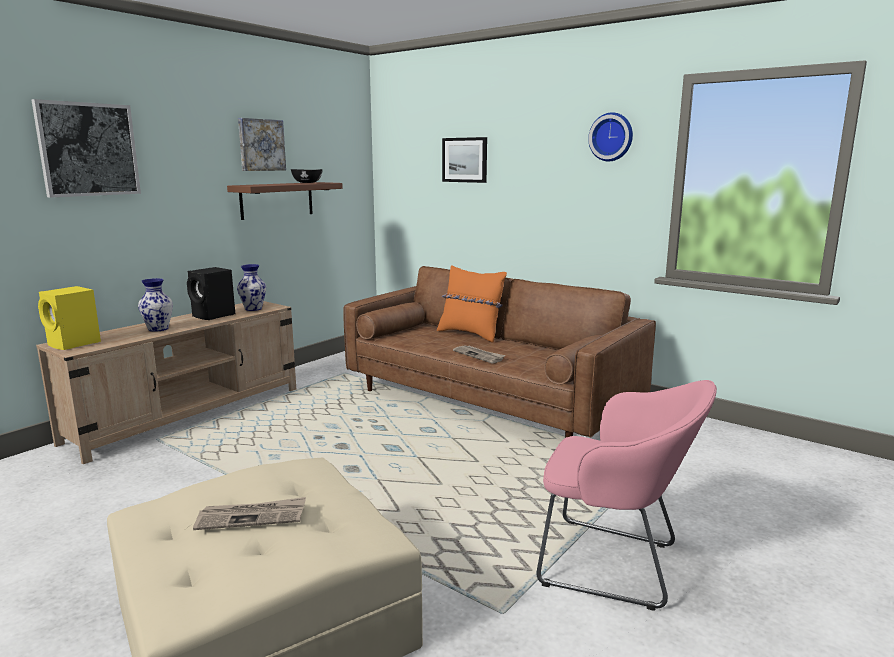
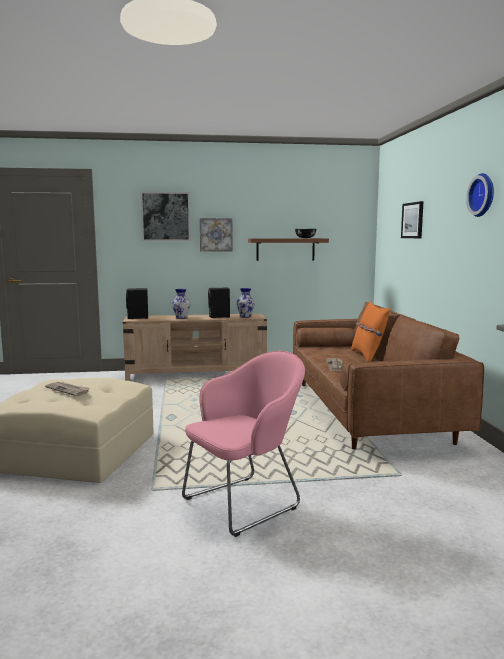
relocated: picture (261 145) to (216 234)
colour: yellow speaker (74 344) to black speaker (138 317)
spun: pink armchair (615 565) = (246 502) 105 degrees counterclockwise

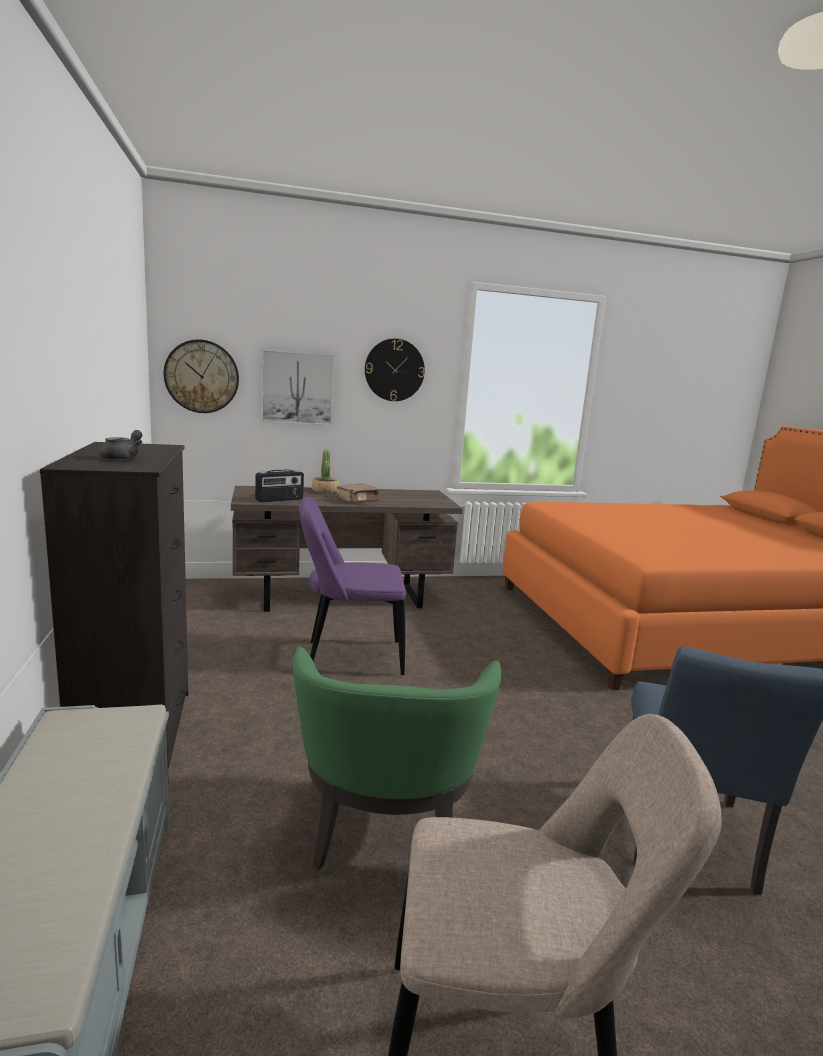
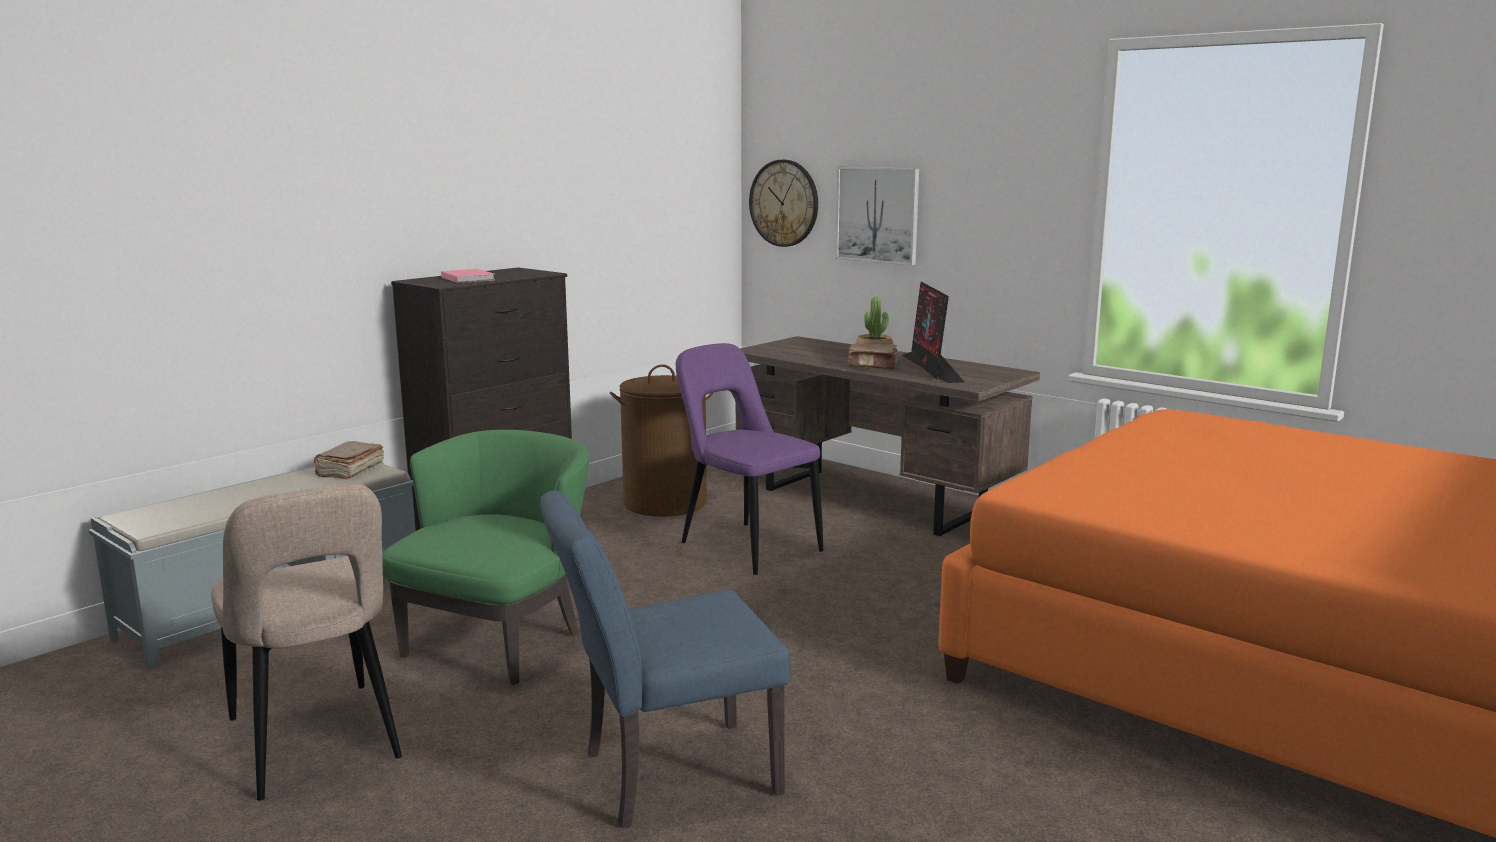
missing: radio (279 500); wall clock (394 370)
appeared: brown book (349 471); brown laundry basket (665 503); monitor (931 368)
exchanged: grey teapot (123 458) to pink book (468 278)
spun: green armchair (385 831) = (498 643) 150 degrees clockwise

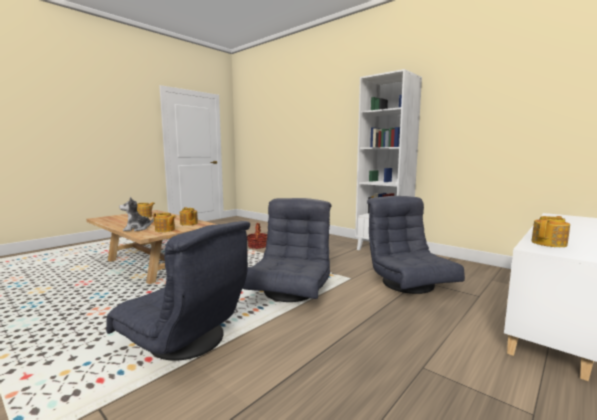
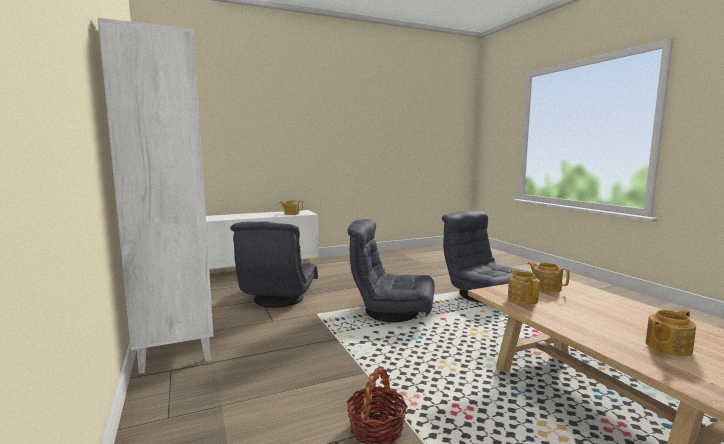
missing: plush toy (137 229)
spun: grey armchair (291 292) = (392 312) 60 degrees clockwise

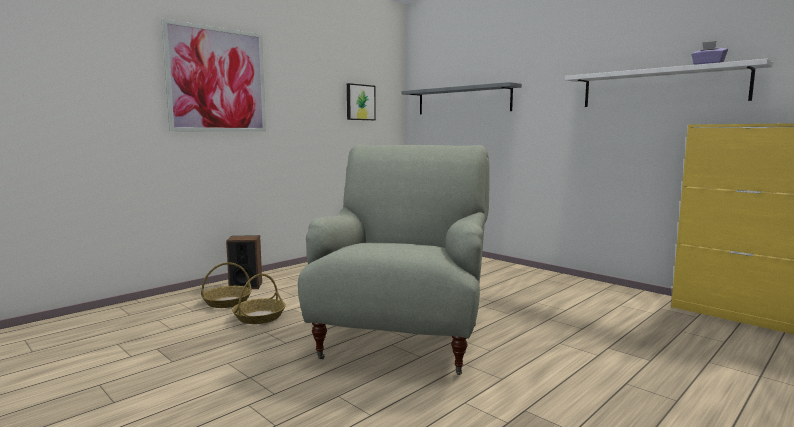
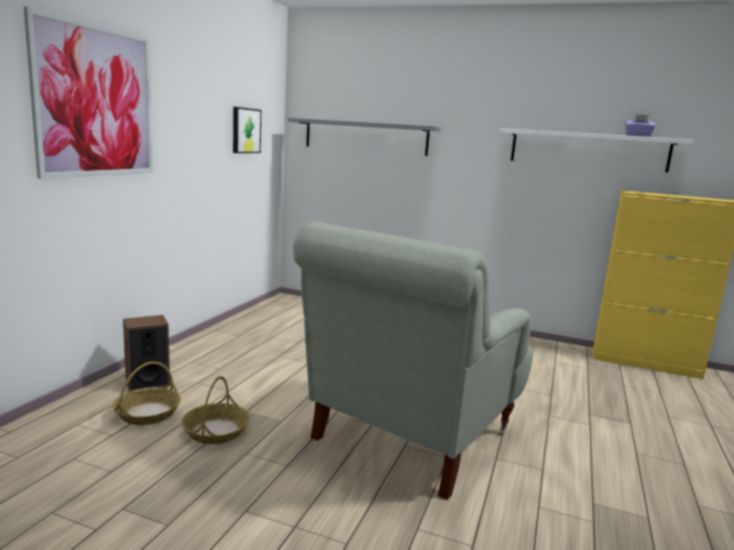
spun: grey armchair (403 339) = (410 436) 135 degrees counterclockwise

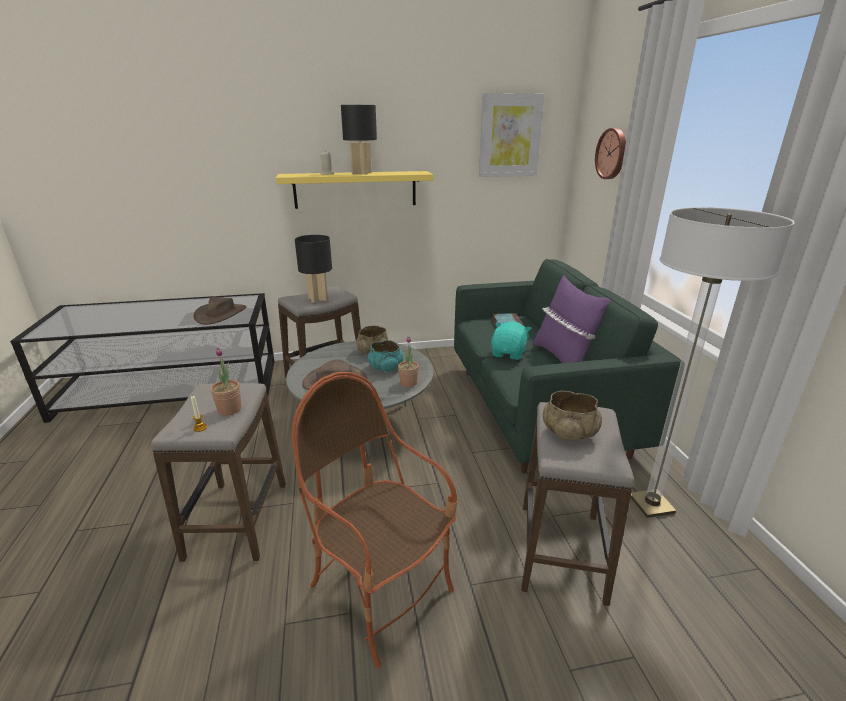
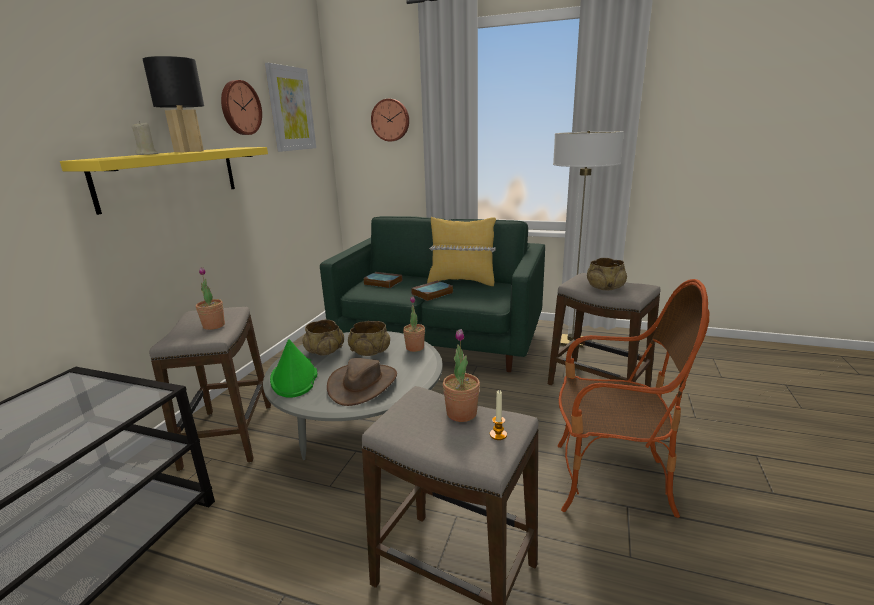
missing: brown hat (221 314)
appeared: wall clock (240 108); green hat (294 378)
exchanged: black table lamp (318 299) to potted plant (214 326); turquoise plush toy (509 353) to book (432 294)
colour: turquoise bowl (385 368) to beige bowl (370 352); purple pillow (562 358) to yellow pillow (462 281)
spun: armchair (381 592) = (609 481) 150 degrees counterclockwise

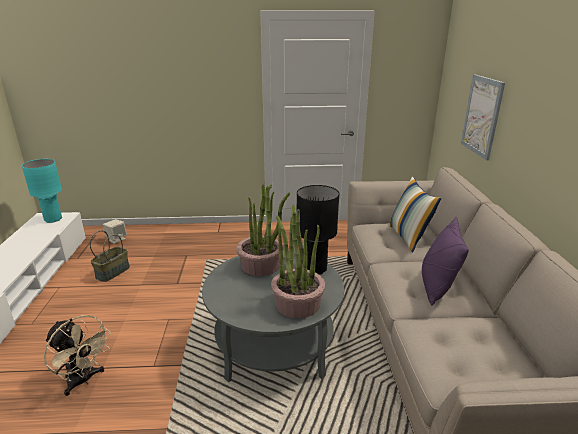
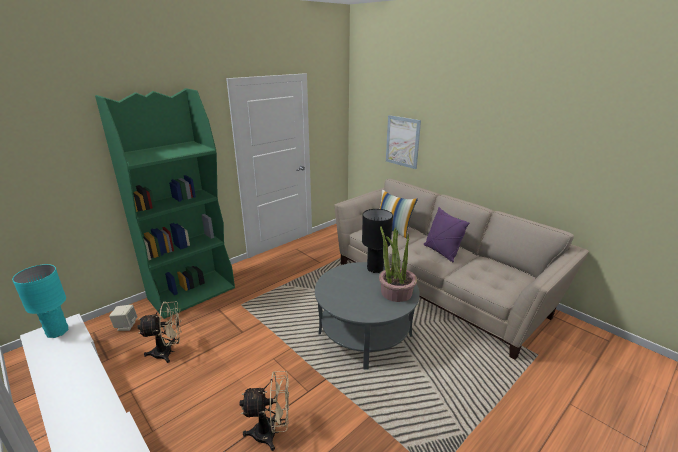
missing: potted plant (261 265)
appeared: green bookcase (192 293)
exchanged: basket (112 272) to beige fan (168 352)

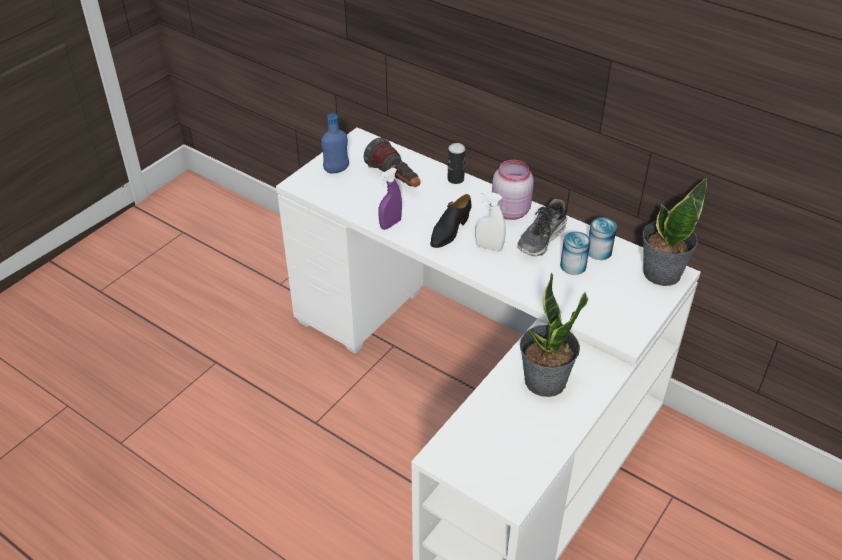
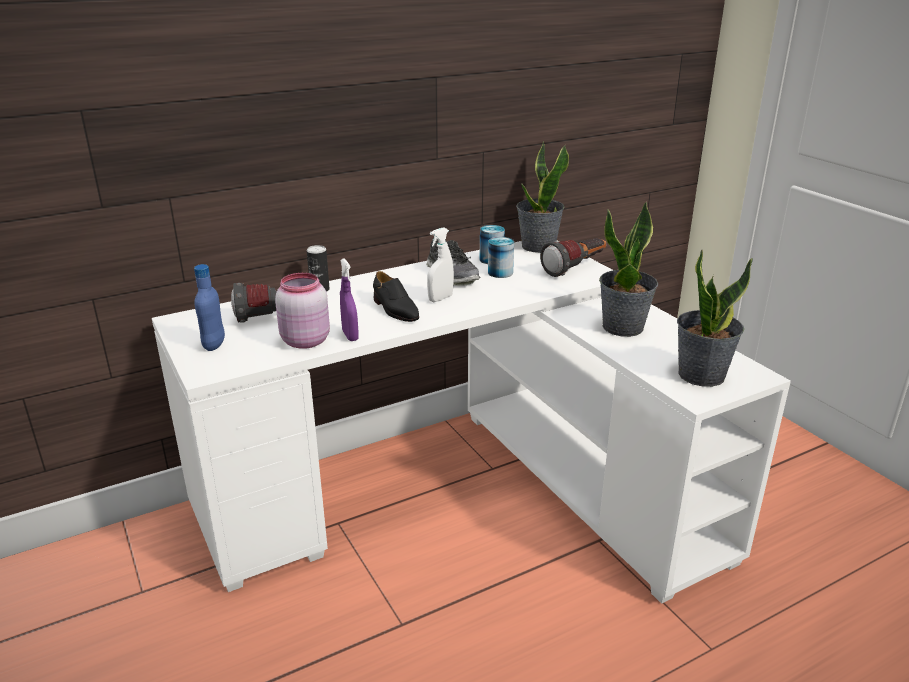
appeared: flashlight (576 268); potted plant (701 374)
relocated: pink jar (510 210) to (304 341)

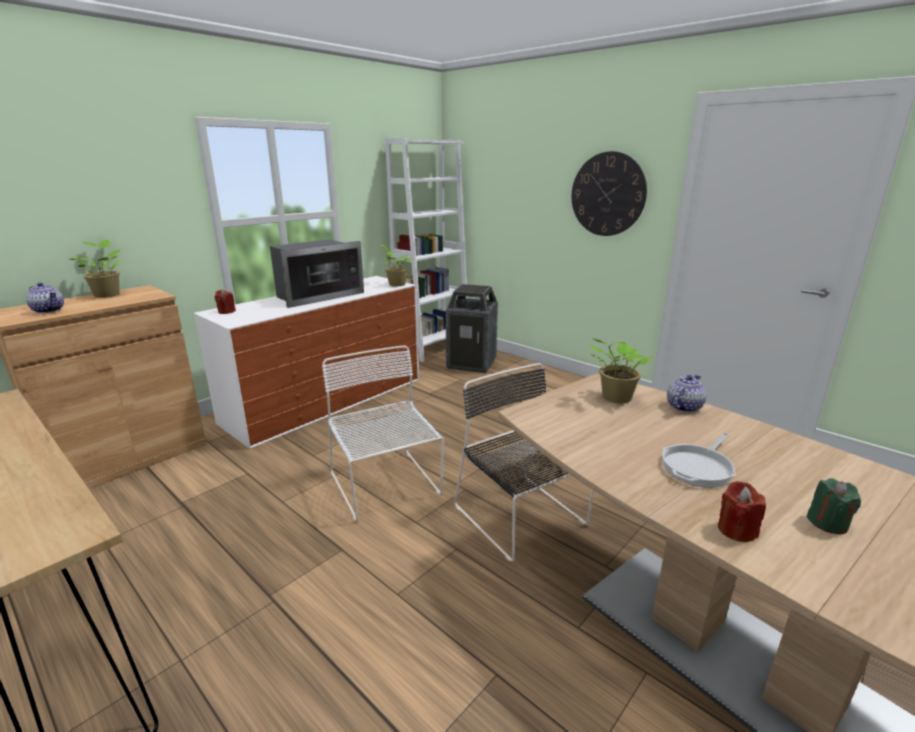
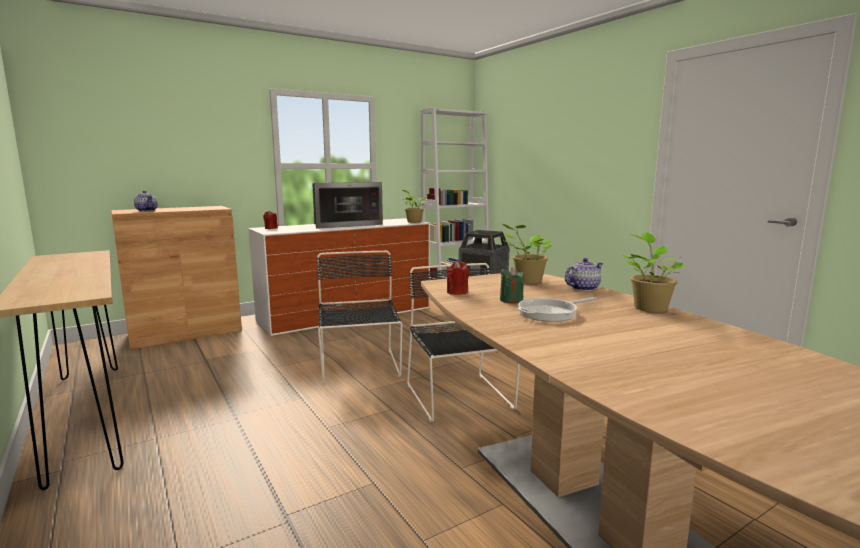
missing: wall clock (607 194)
relocated: potted plant (107 294) to (649 307); red candle (736 530) to (457 292); green candle (827 523) to (511 300)
colour: white chair (386 486) to black chair (359 367)

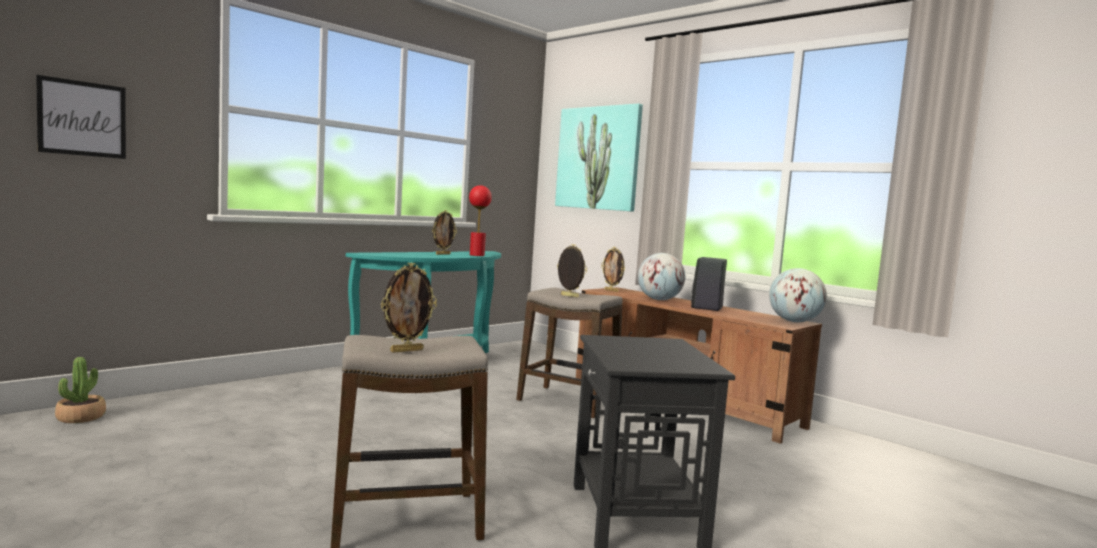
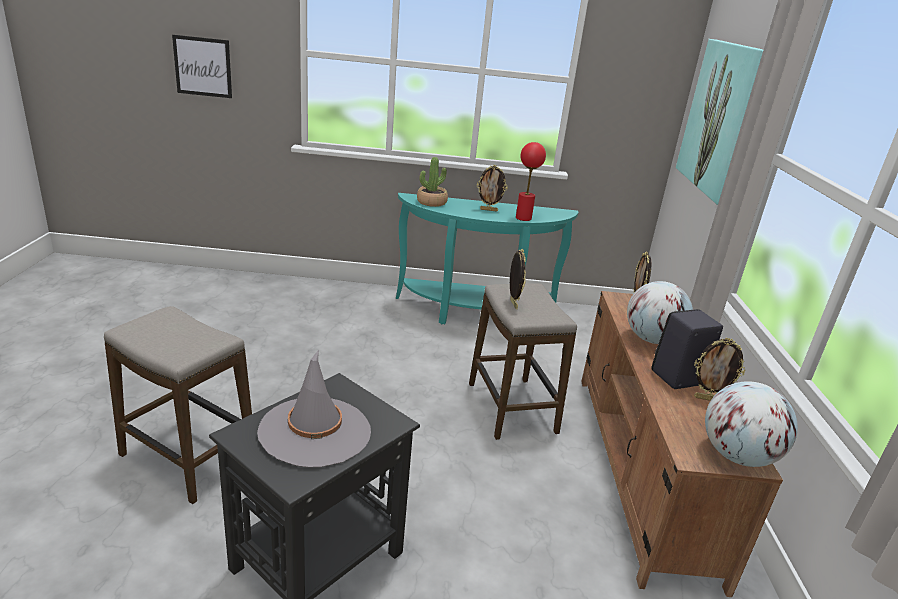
appeared: grey hat (315 431)
relocated: potted plant (81 417) to (431 202); picture frame (406 350) to (708 399)

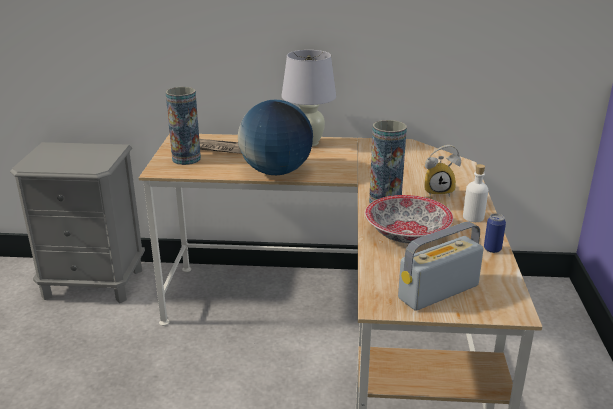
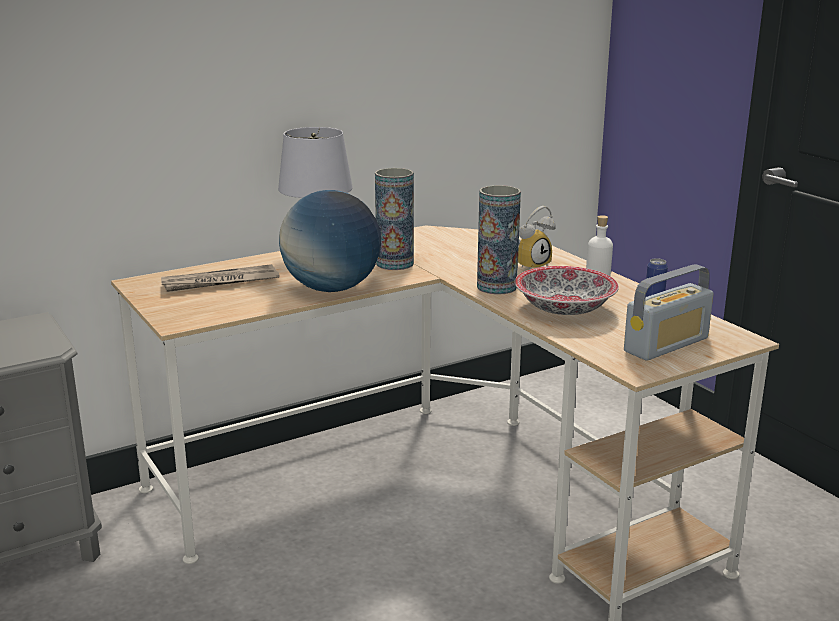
relocated: vase (186 159) to (394 264)
spun: radio (438 292) = (666 345) 150 degrees counterclockwise

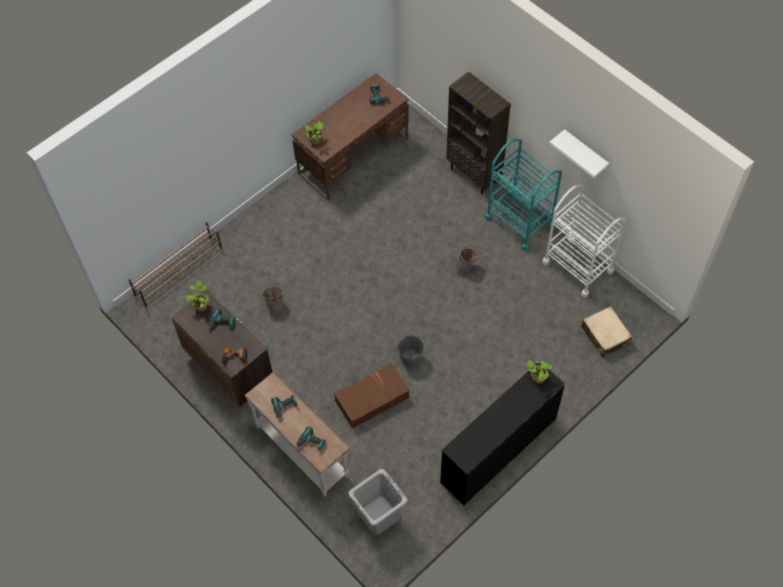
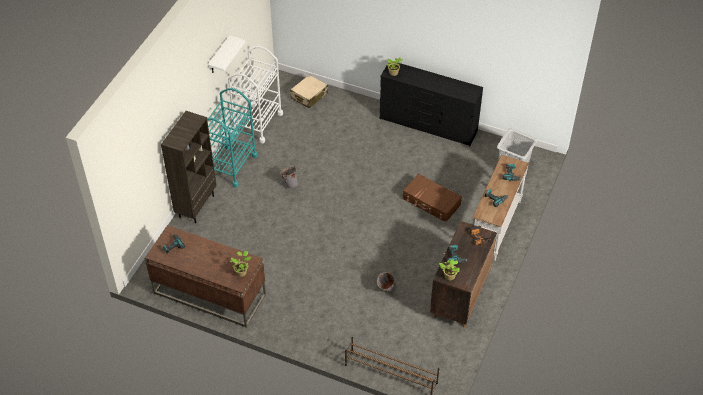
missing: grey bucket (410 358)

